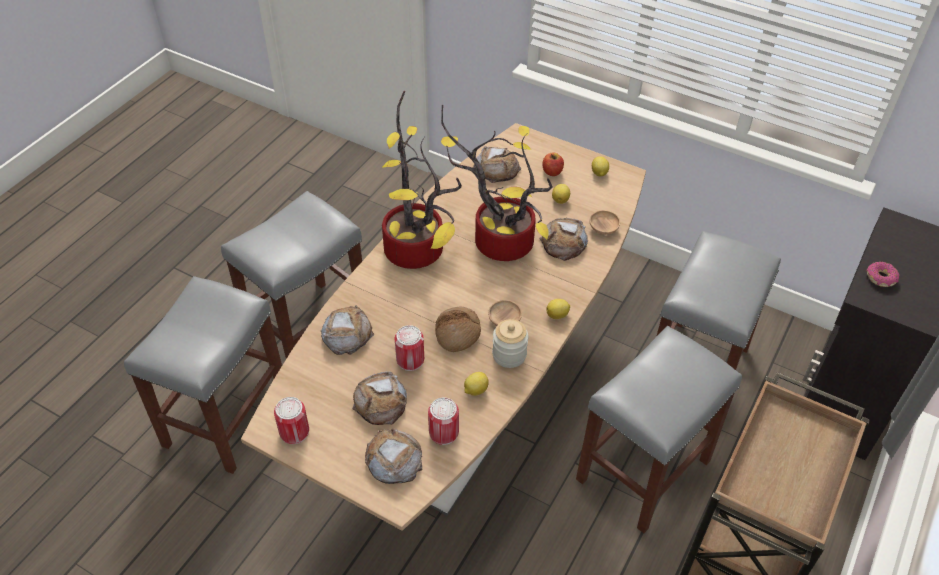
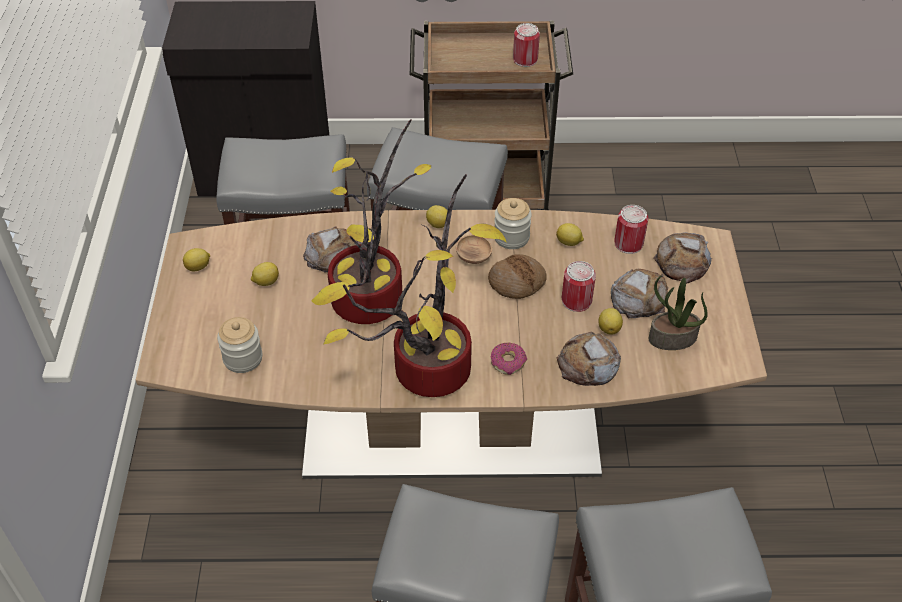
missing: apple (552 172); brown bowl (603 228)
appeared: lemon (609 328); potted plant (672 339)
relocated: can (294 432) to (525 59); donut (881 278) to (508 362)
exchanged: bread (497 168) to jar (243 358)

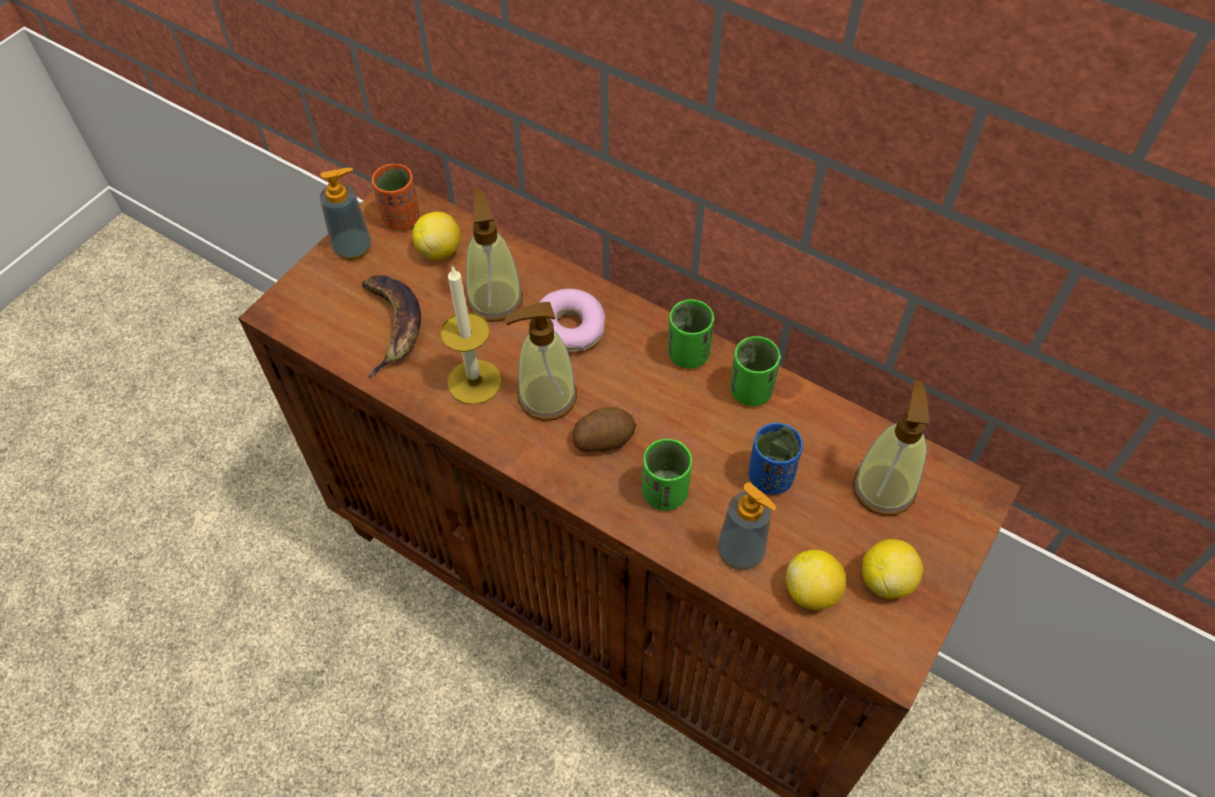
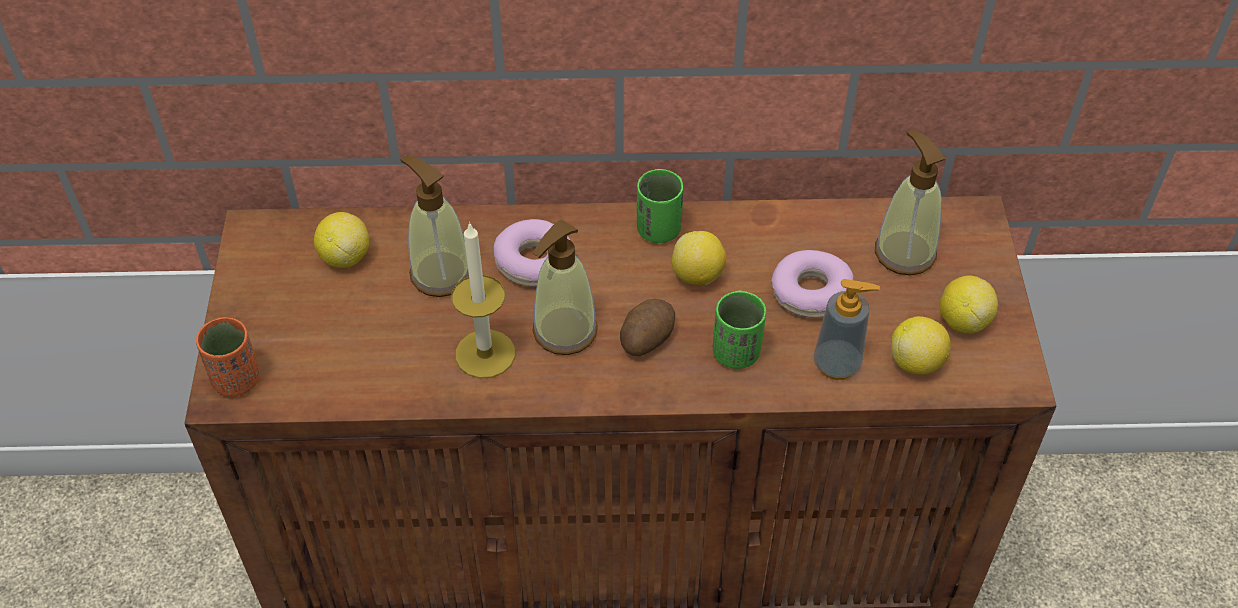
missing: soap dispenser (353 248); banana (392 325); green cup (750 391)
appeared: lemon (697 276)
relocated: orange cup (401 218) to (236 379)
exchanged: blue cup (770 477) to donut (810 292)

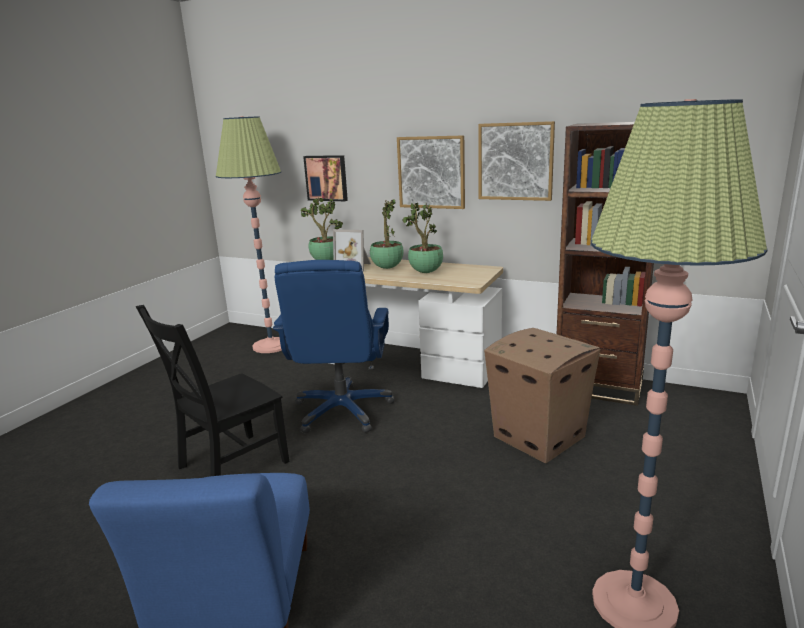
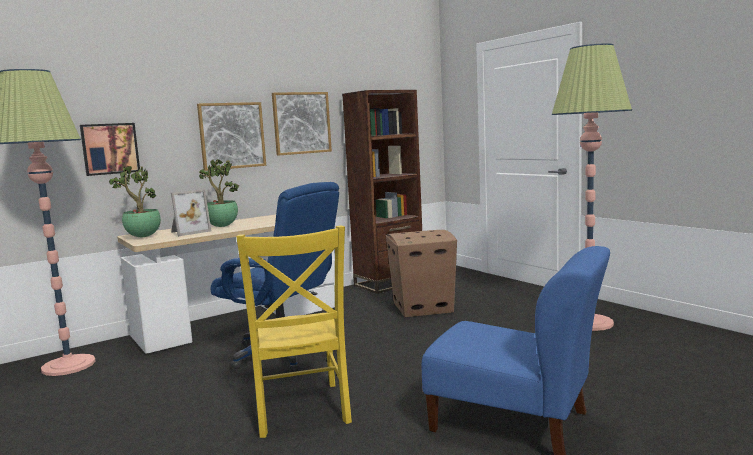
missing: potted plant (425 272)
colour: black chair (229 466) to yellow chair (301 411)

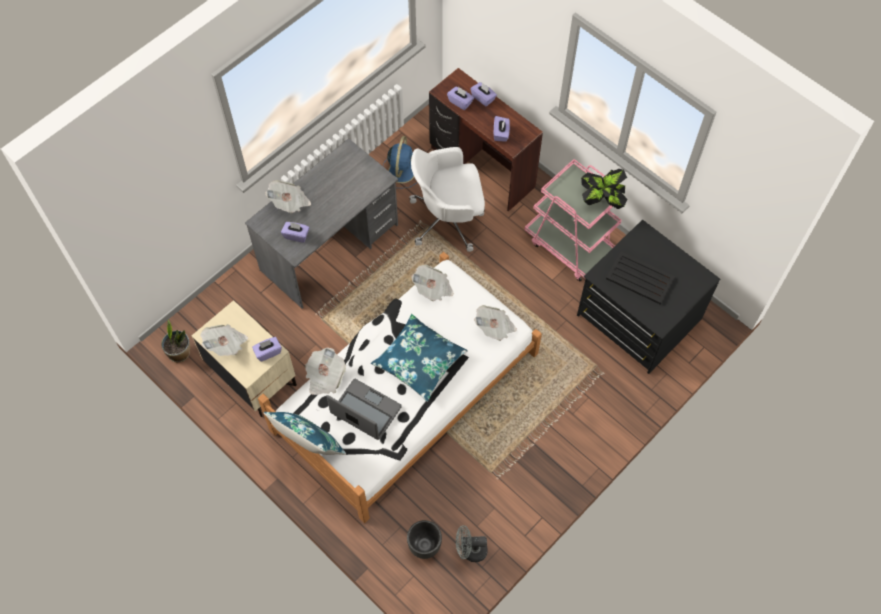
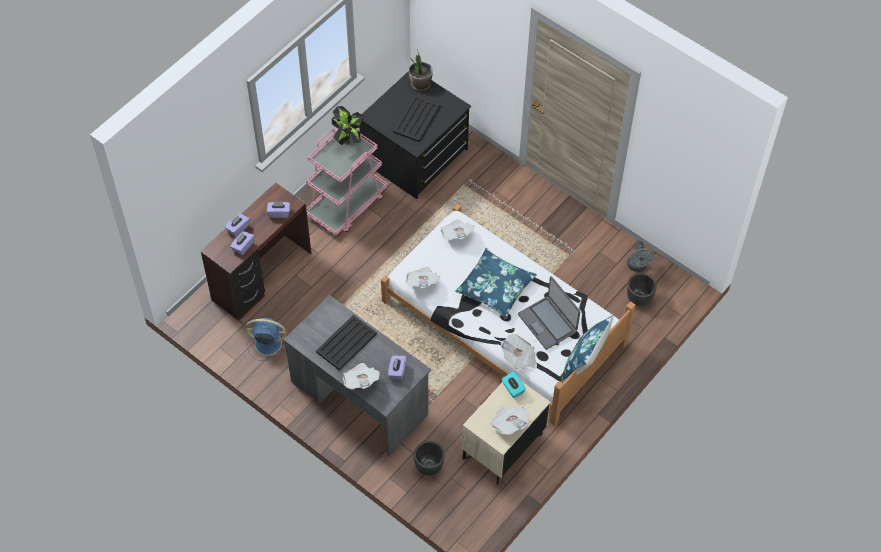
missing: white office chair (448 219)
appeared: black tray (347 342); black planter (429 467)
relocated: potted plant (179 353) to (420 84)
colour: purple tissue box (268 352) to turquoise tissue box (513 389)
spun: laptop (365 411) = (548 323) 60 degrees counterclockwise

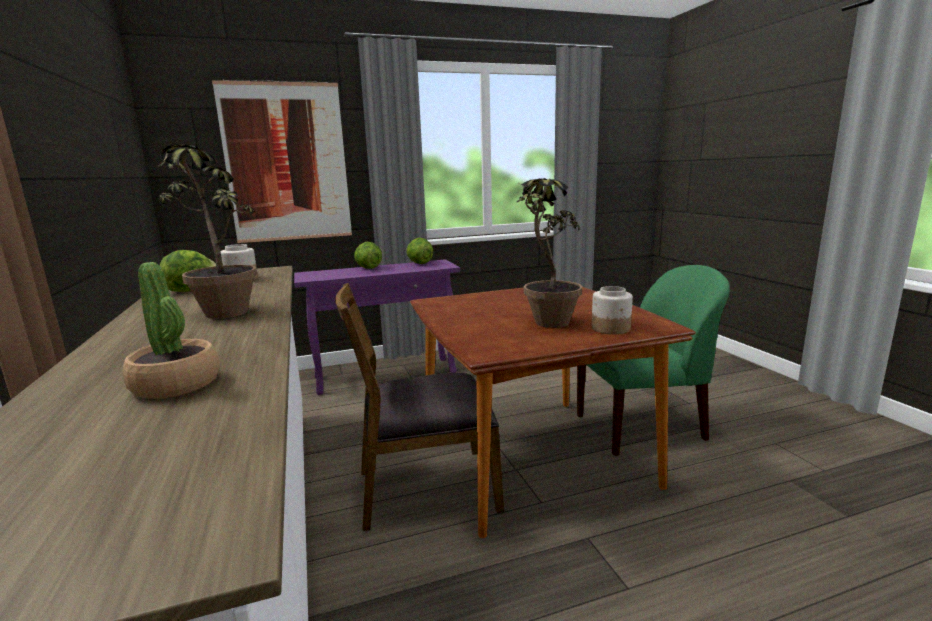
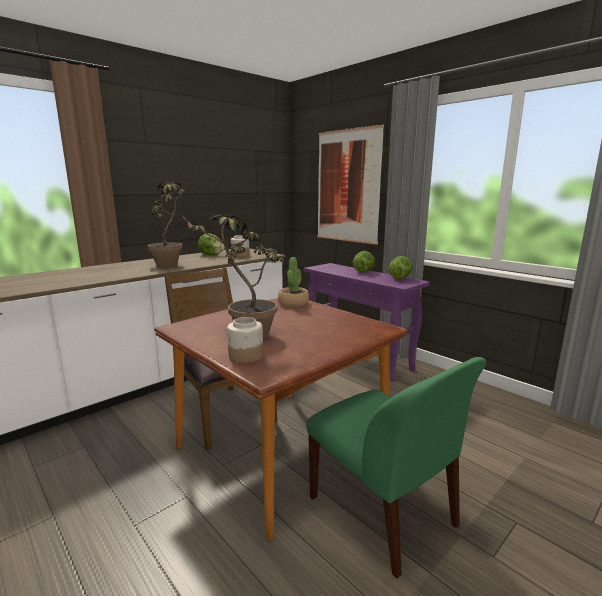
relocated: potted plant (176 384) to (293 303)

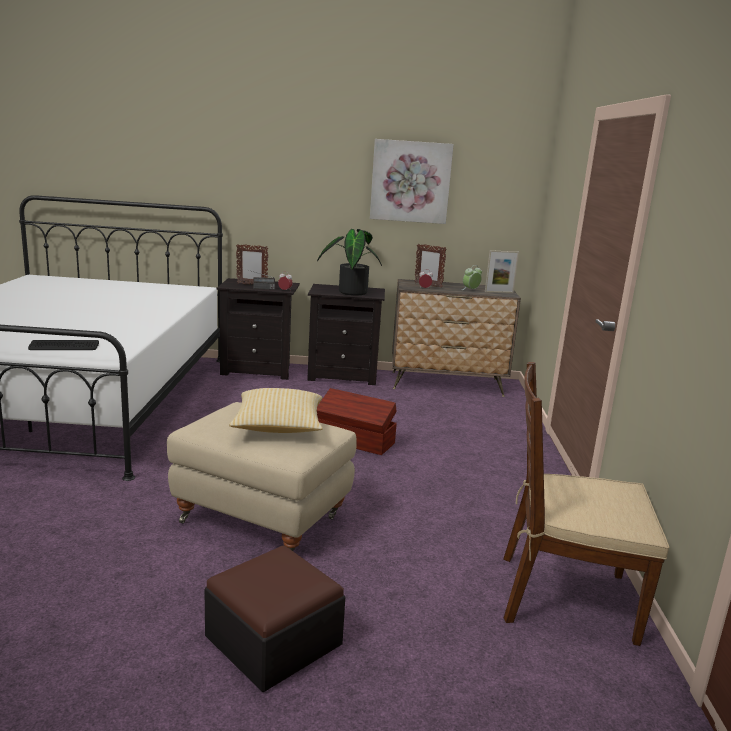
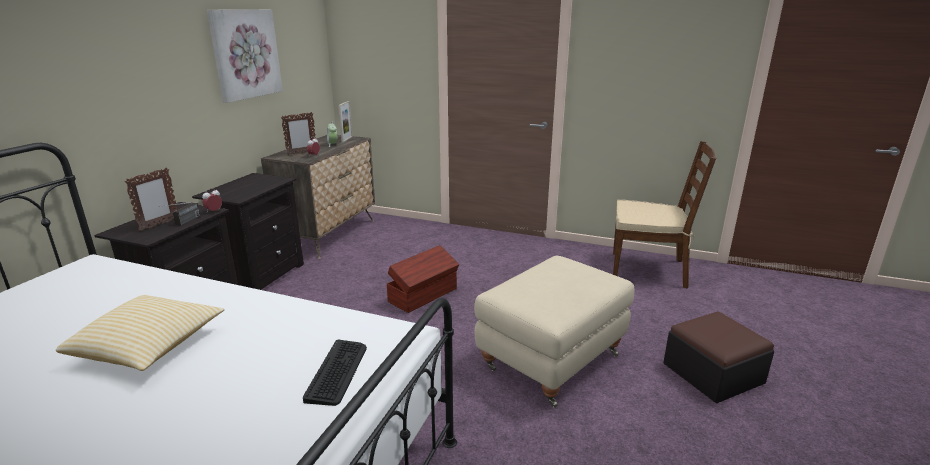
missing: potted plant (350 291)
relocated: pillow (278 427) to (149 347)
spun: brown chair (564 597) = (649 269) 105 degrees counterclockwise

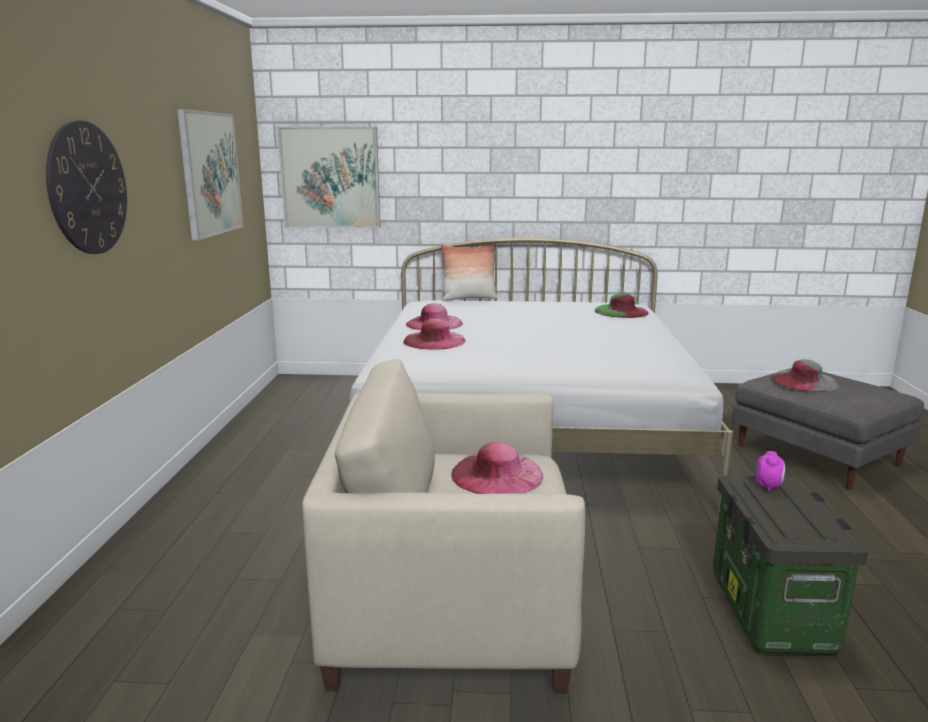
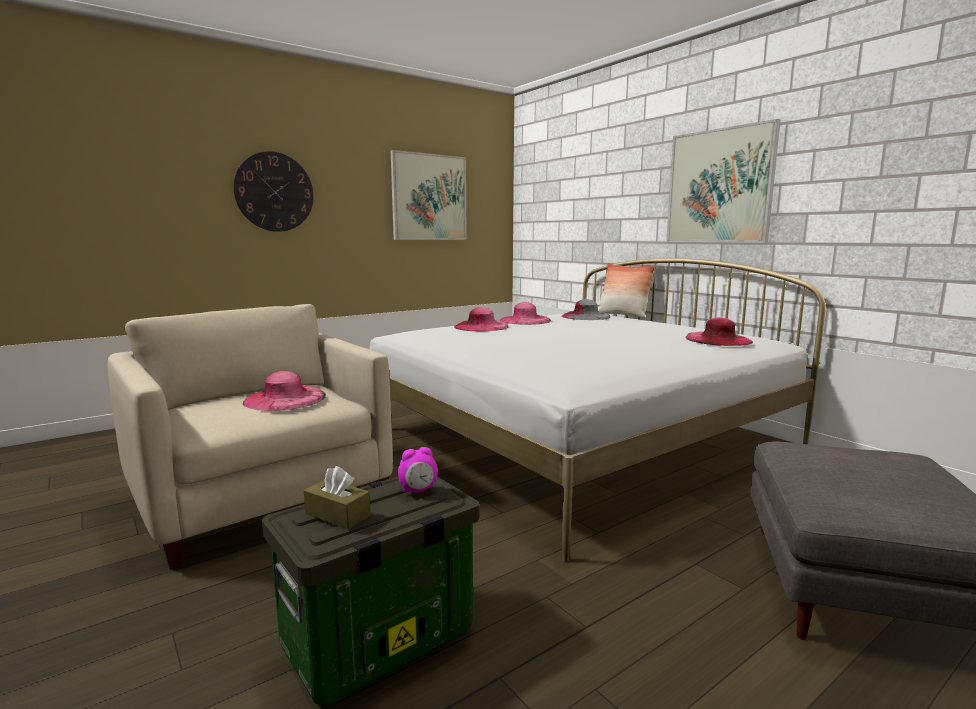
appeared: brown tissue box (337 514)
relocated: picture (330 177) to (719 186); grey hat (804 381) to (585 316)
colour: green hat (621 311) to pink hat (718 339)

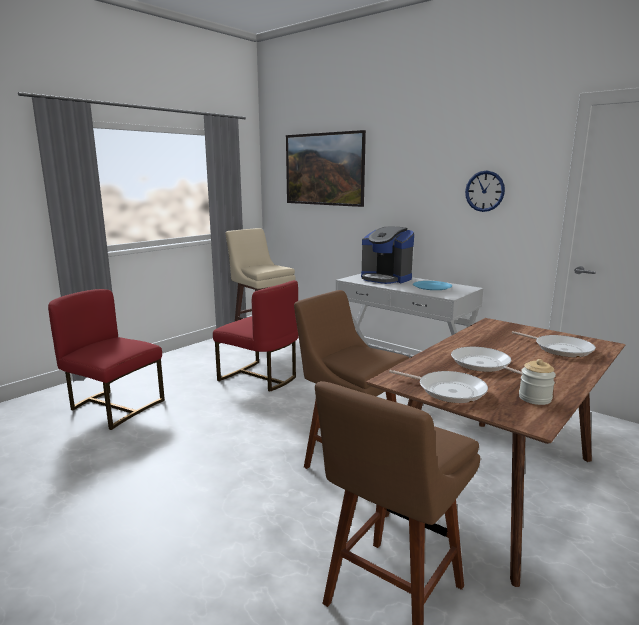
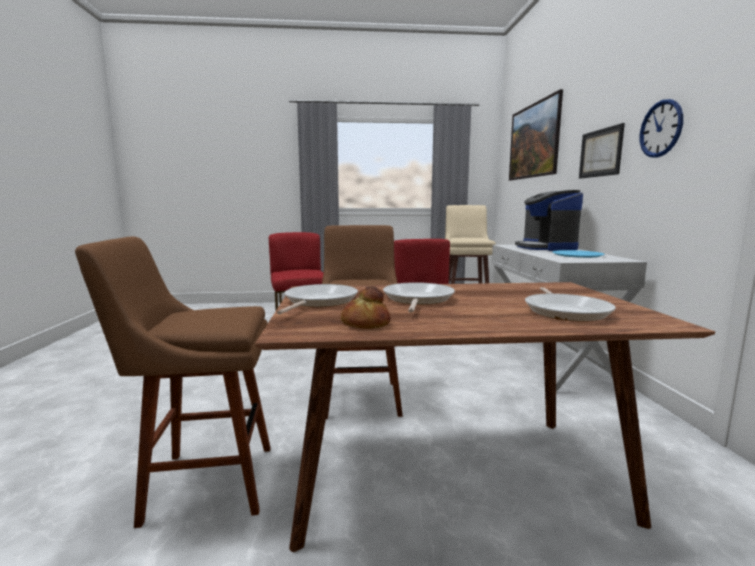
appeared: picture (600 153)
exchanged: jar (535 398) to bread (365 324)
spun: frying pan (448 390) = (318 302) 150 degrees counterclockwise

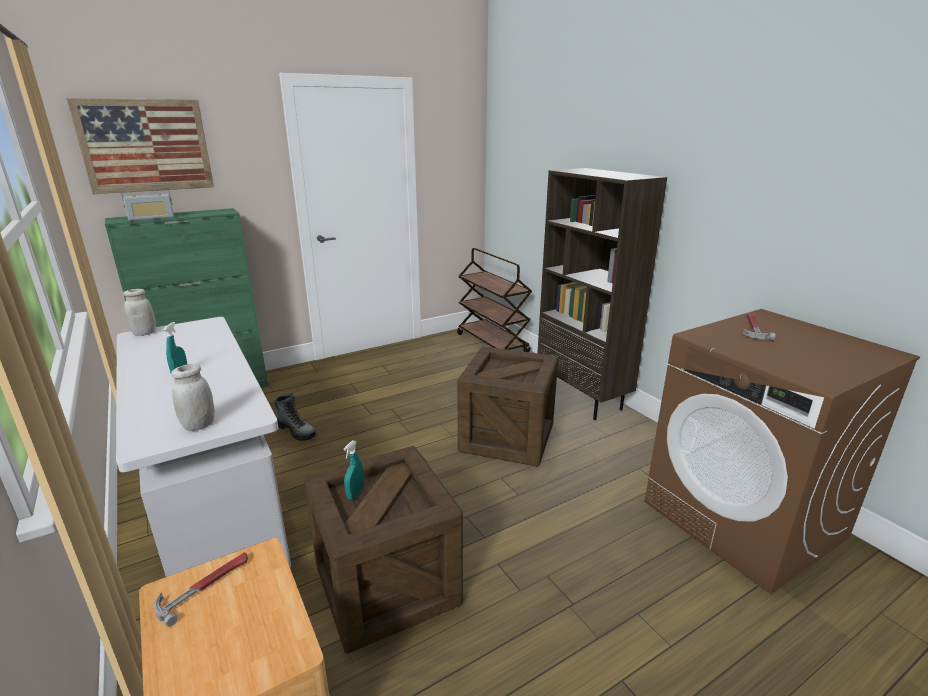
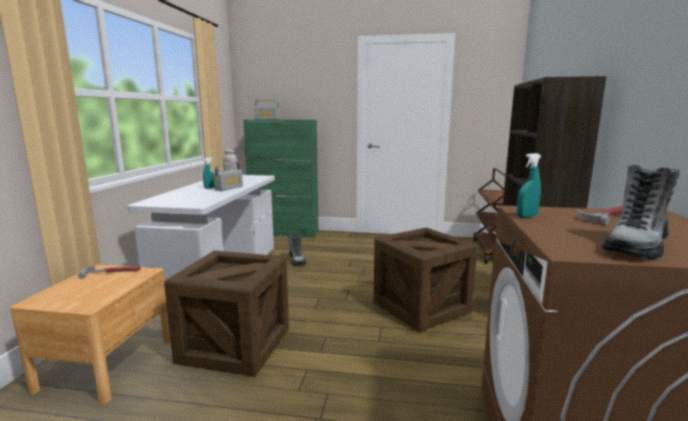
missing: picture (146 146); white jar (199 425)
appeared: radio (229 188); boot (636 246)
relocated: turquoise spray bottle (355 493) to (527 216)

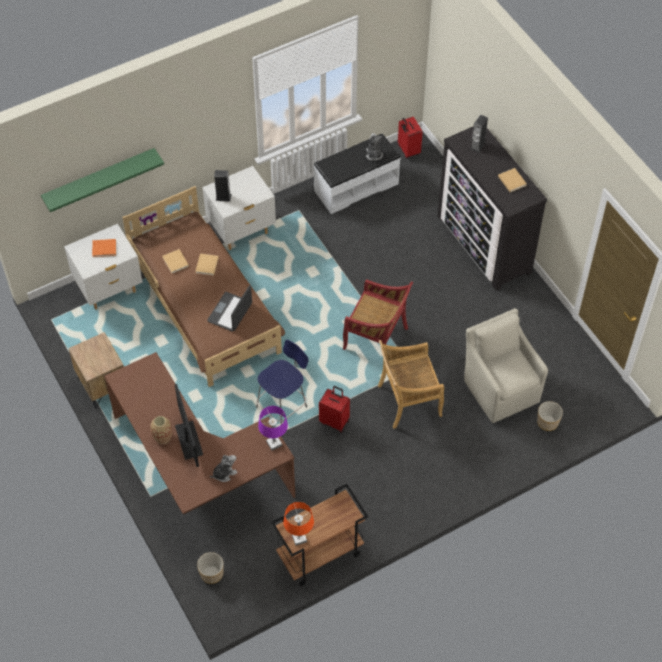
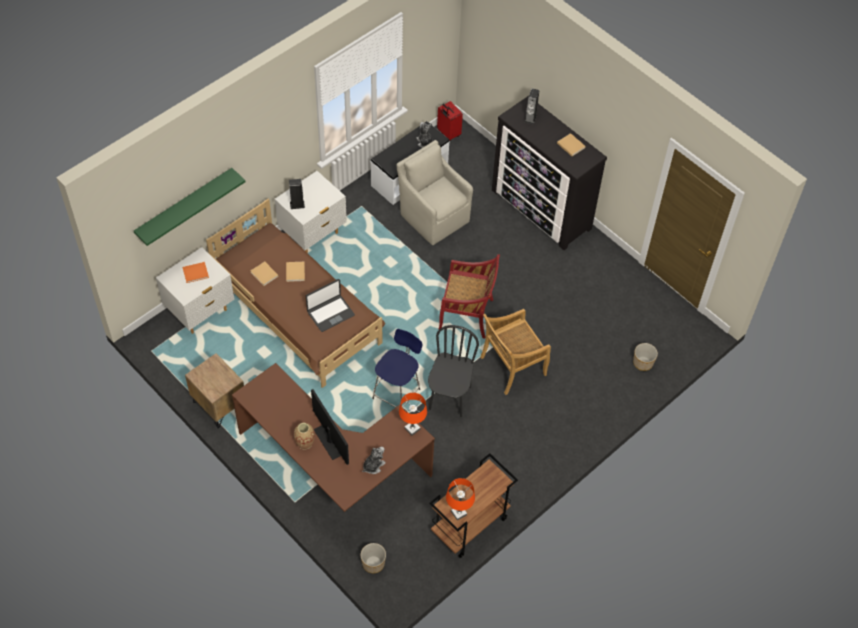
relocated: beige armchair (500 388) to (433 216)
exchanged: red suitcase (335 421) to black chair (449 398)
colour: purple table lamp (274 443) to orange table lamp (412 428)
spun: laptop (230 312) = (330 313) 135 degrees counterclockwise

